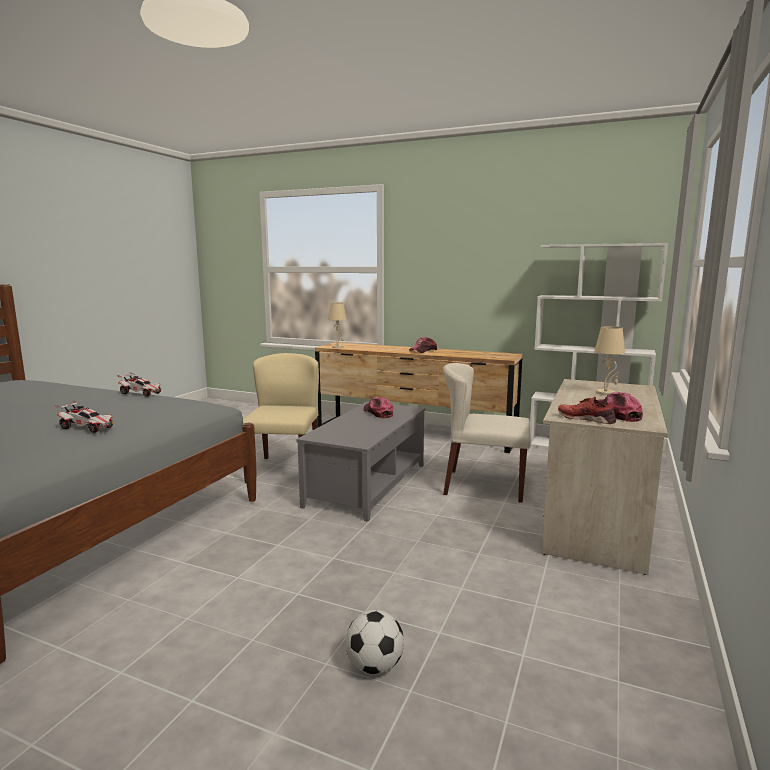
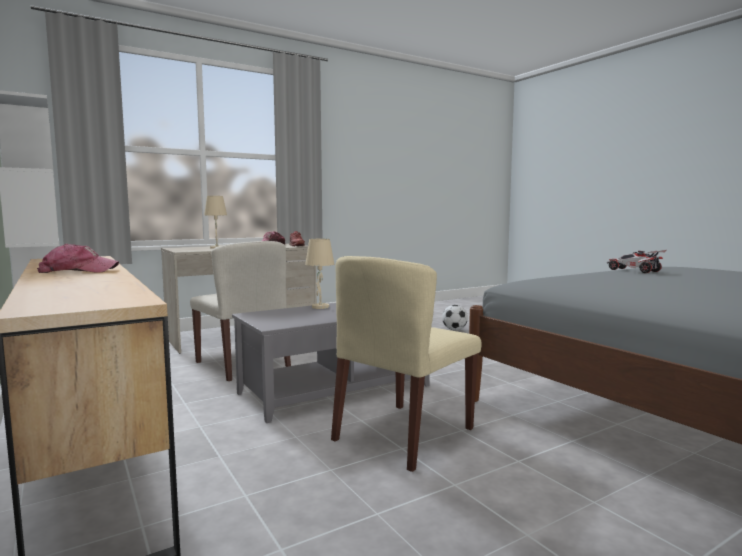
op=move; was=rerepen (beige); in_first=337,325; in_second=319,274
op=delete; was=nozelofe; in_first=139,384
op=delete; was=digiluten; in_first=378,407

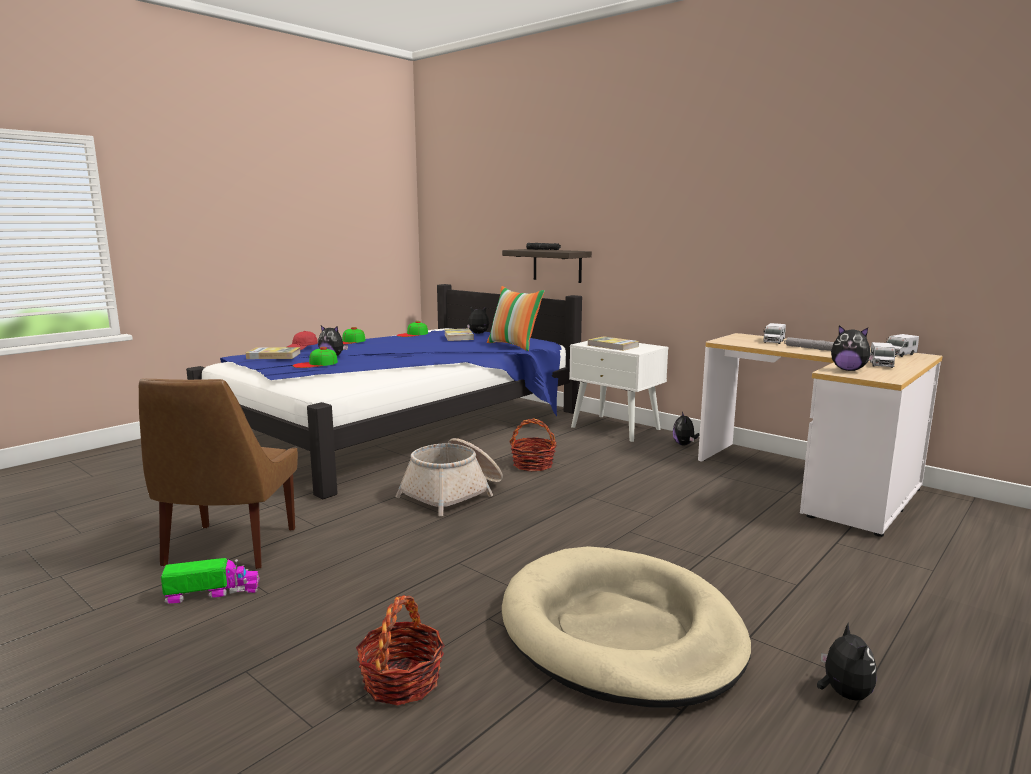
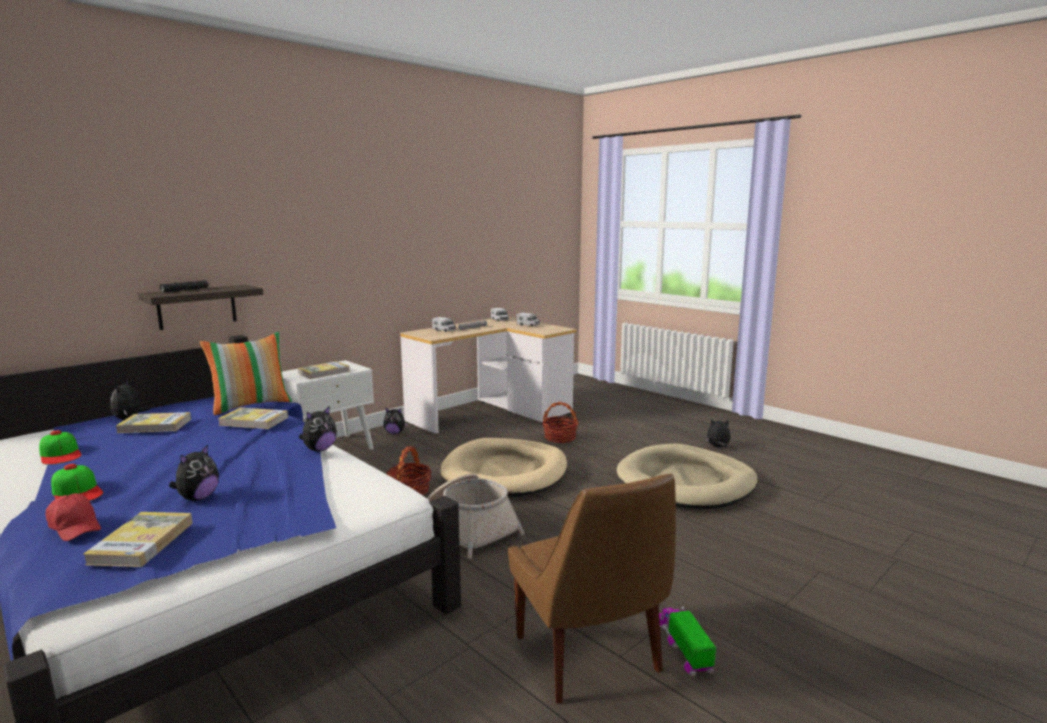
op=move; was=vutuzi; in_first=853,348; in_second=318,428
op=delete; was=digiluten; in_first=315,357
op=rotate; was=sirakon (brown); in_first=218,473; in_second=592,589; clockwise=60
op=move; was=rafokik; in_first=400,650; in_second=561,422
op=insert; now=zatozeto; in_second=253,418
op=insert; now=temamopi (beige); in_second=503,467

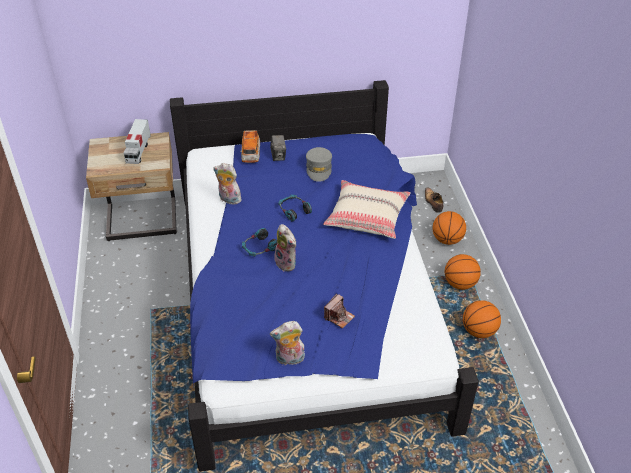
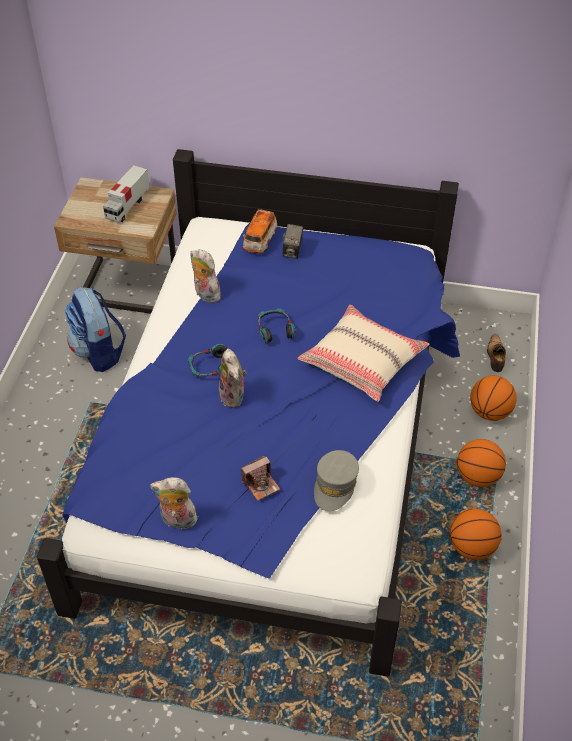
op=move; was=digiluten (grey); in_first=319,164; in_second=336,480
op=insert; now=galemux; in_second=95,329

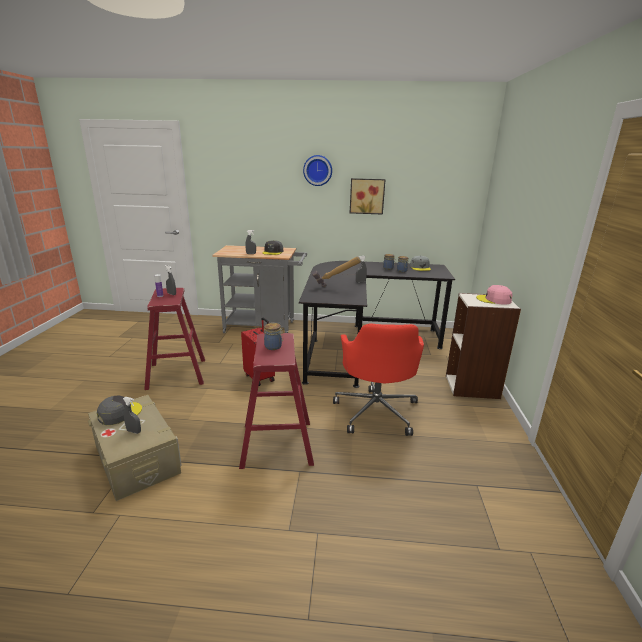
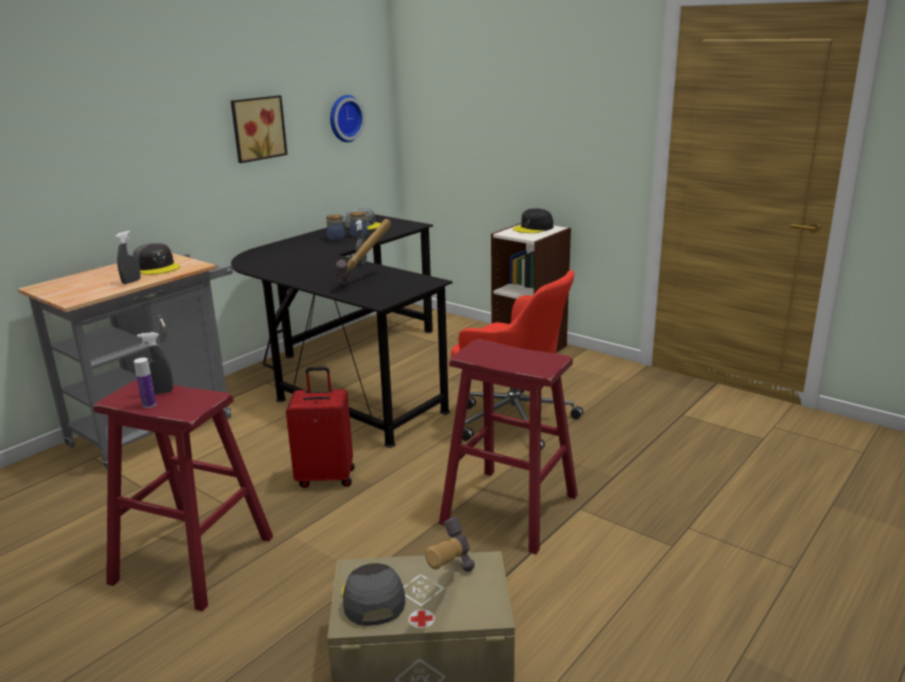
op=move; was=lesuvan; in_first=317,170; in_second=347,118
op=recolor; was=digiluten (pink); now=digiluten (black); in_first=494,295; in_second=533,220
op=delete; was=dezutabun; in_first=274,336
op=replace; was=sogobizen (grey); now=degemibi; in_first=132,415; in_second=450,544

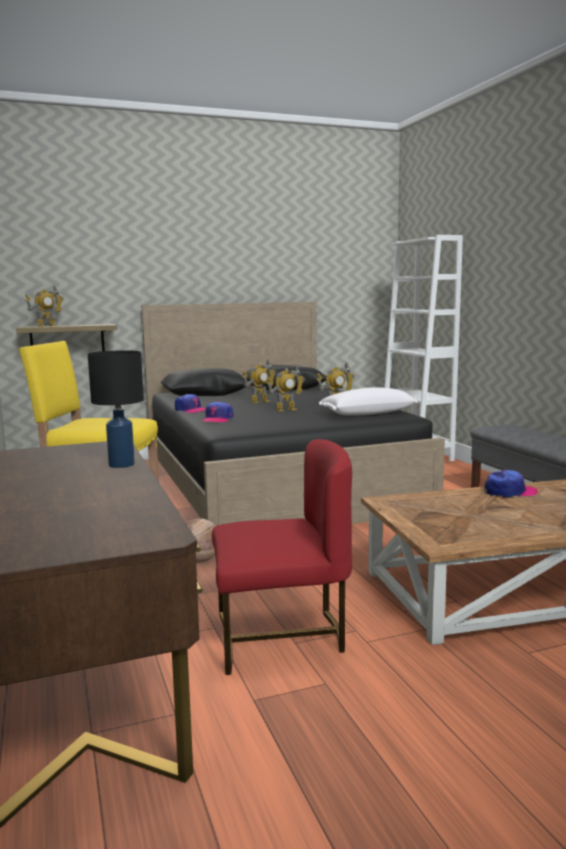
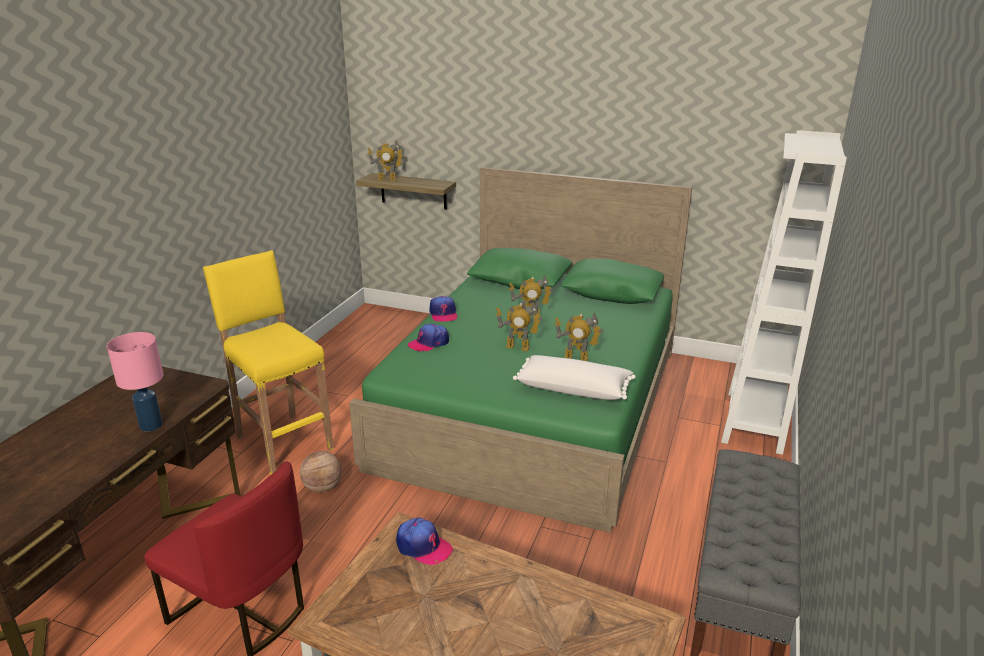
op=recolor; was=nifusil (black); now=nifusil (green); in_first=293,414; in_second=520,350
op=recolor; was=rerepen (black); now=rerepen (pink); in_first=116,409; in_second=135,382
op=move; was=digiluten; in_first=511,484; in_second=424,541

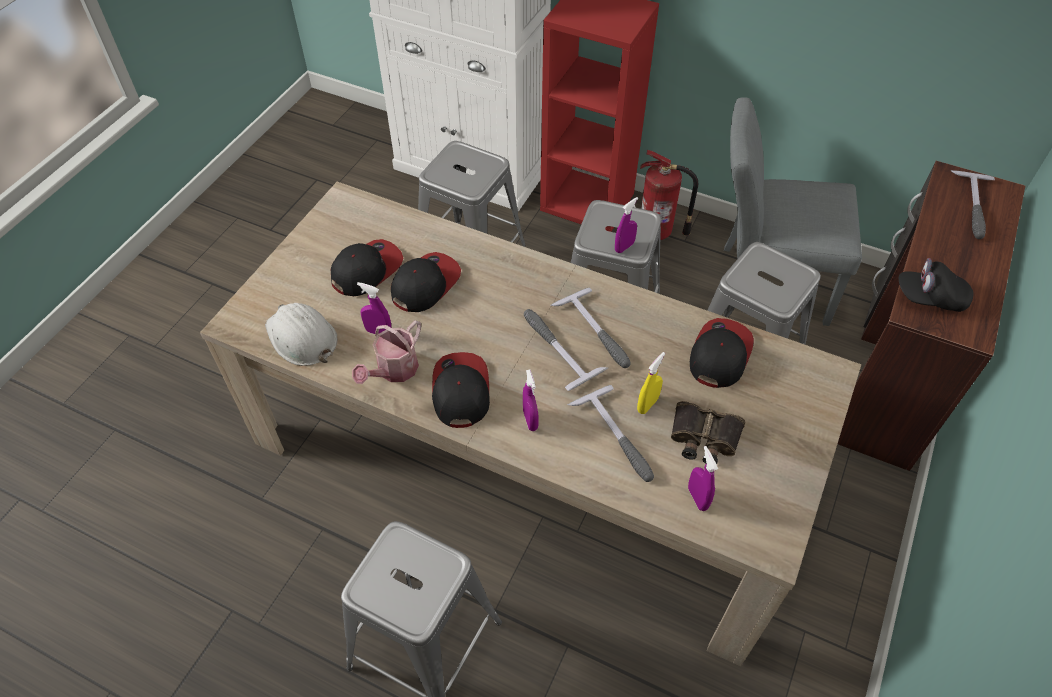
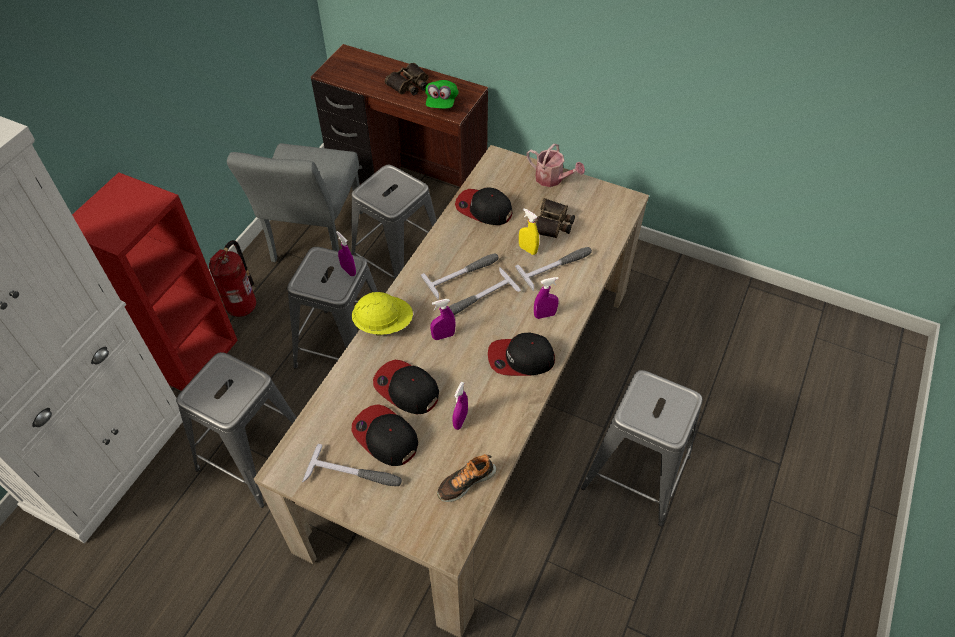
op=move; was=degemibi; in_first=972,204; in_second=352,465
op=recolor; was=digiluten (black); now=digiluten (green); in_first=936,285; in_second=441,94
op=replace; was=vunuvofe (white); now=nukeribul; in_first=301,334; in_second=466,478
op=move; was=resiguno; in_first=386,352; in_second=556,165
op=move; was=sogobizen (purple); in_first=703,478; in_second=443,319
op=insert; now=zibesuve; in_second=407,79
op=insert; now=vunuvofe (yellow); in_second=382,313

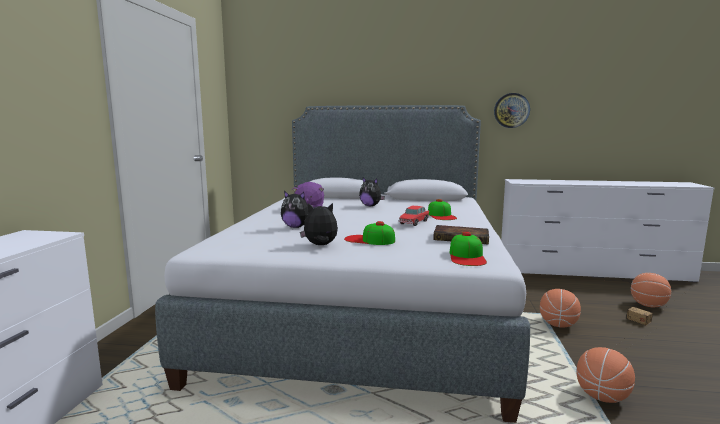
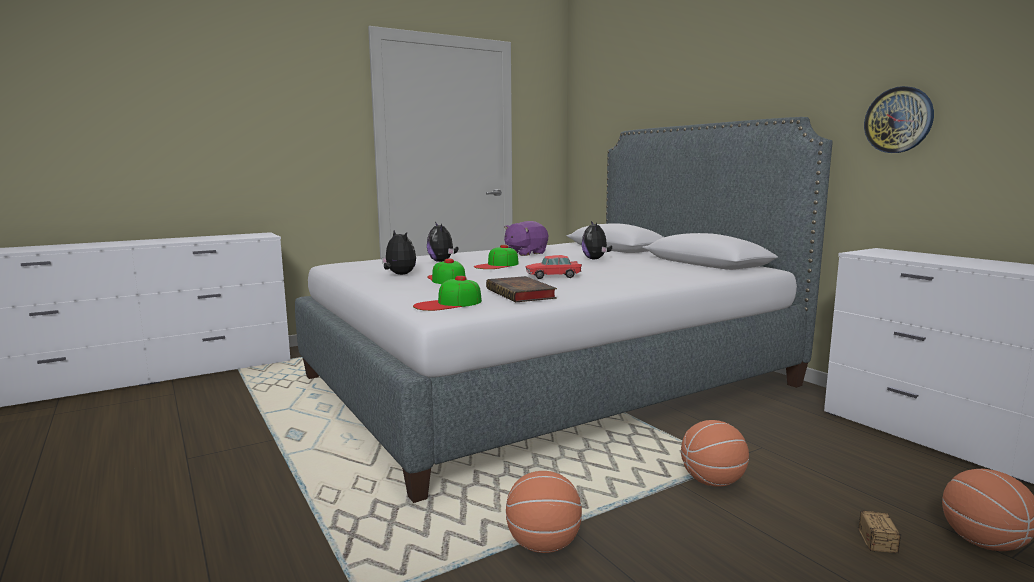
op=move; was=digiluten; in_first=442,209; in_second=496,257

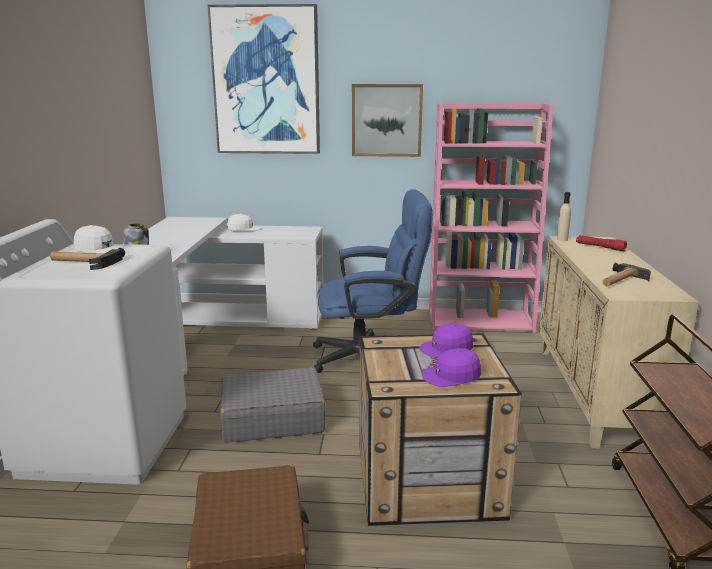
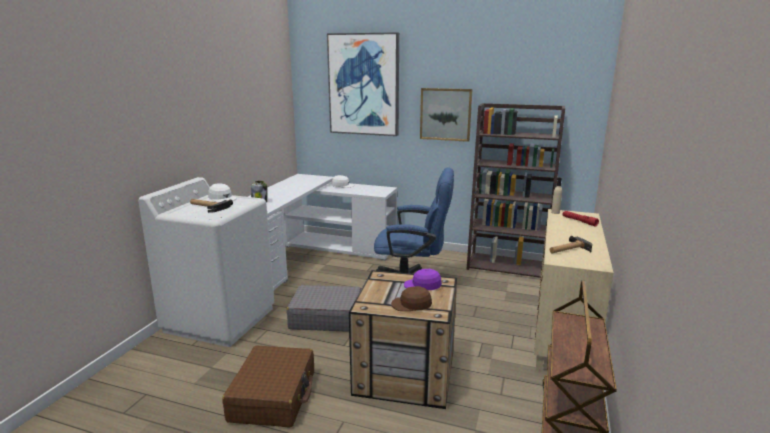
op=recolor; was=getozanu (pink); now=getozanu (brown); in_first=491,218; in_second=515,190
op=recolor; was=digiluten (purple); now=digiluten (brown); in_first=451,367; in_second=411,298

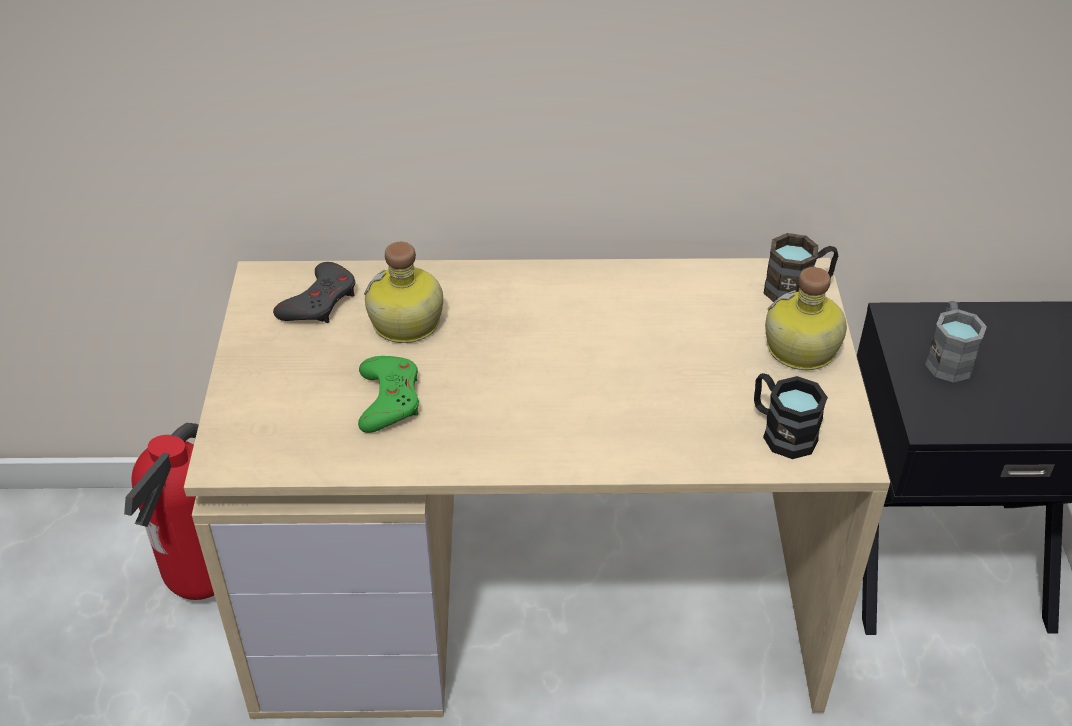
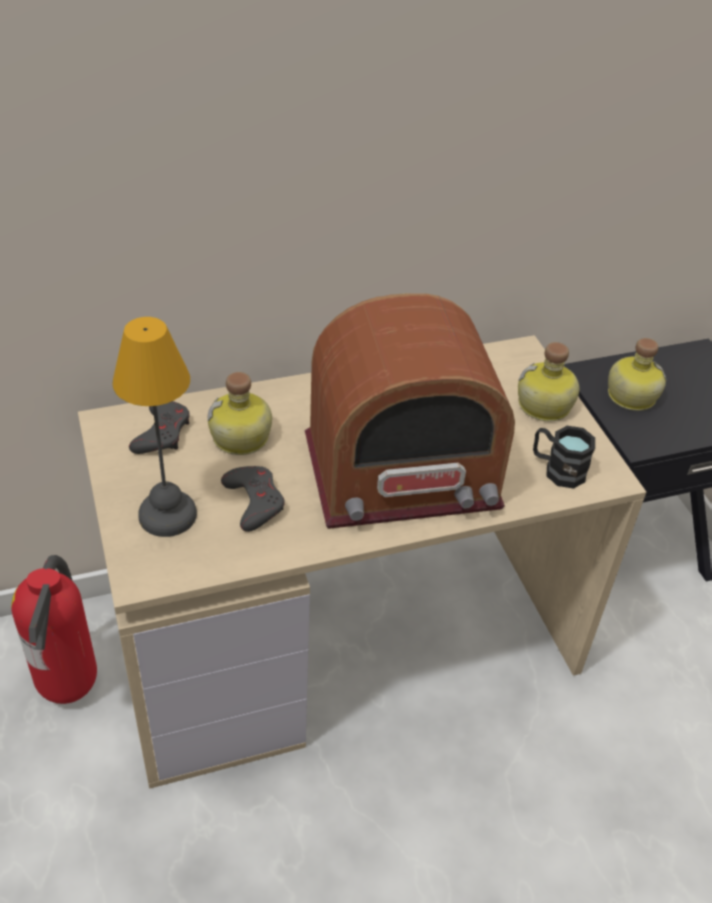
op=delete; was=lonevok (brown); in_first=801,267
op=replace; was=lonevok (grey); now=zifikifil; in_first=956,342; in_second=637,374
op=recolor; was=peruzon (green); now=peruzon (grey); in_first=388,394; in_second=253,499
op=insert; now=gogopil; in_second=410,411
op=insert; now=rerepen; in_second=154,427

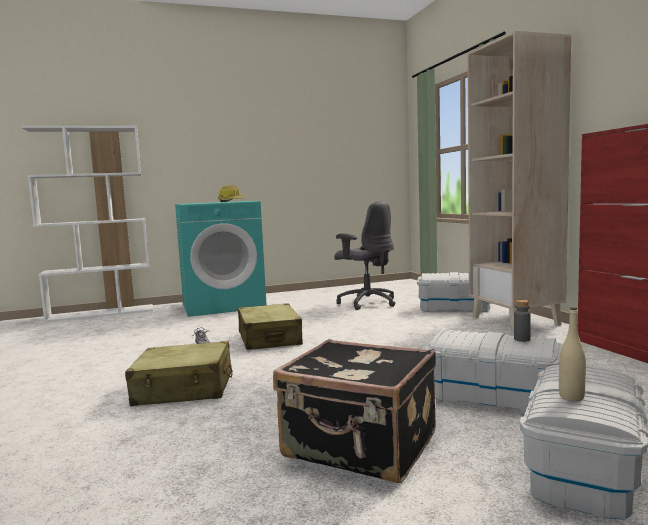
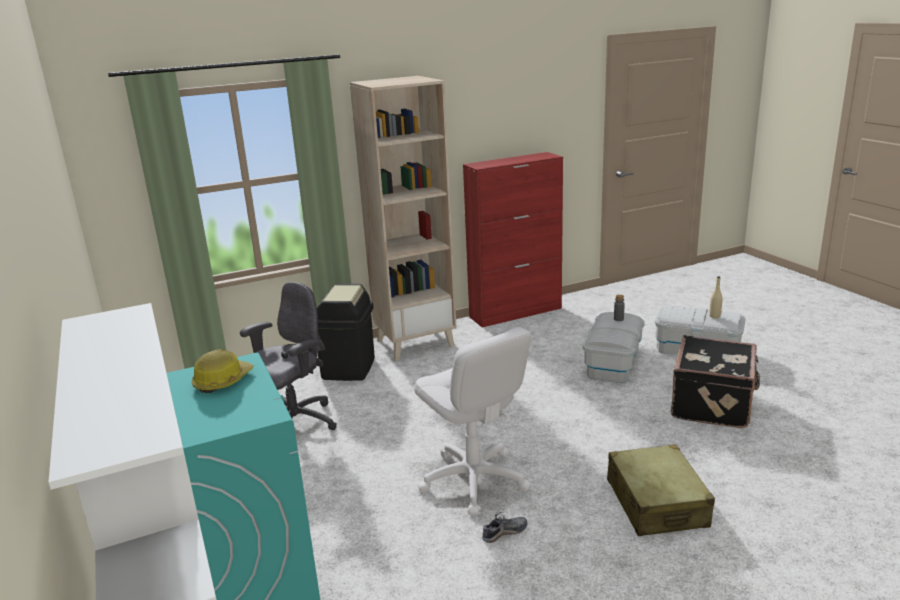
op=replace; was=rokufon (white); now=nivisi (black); in_first=453,292; in_second=346,332
op=replace; was=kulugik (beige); now=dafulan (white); in_first=270,326; in_second=473,421

